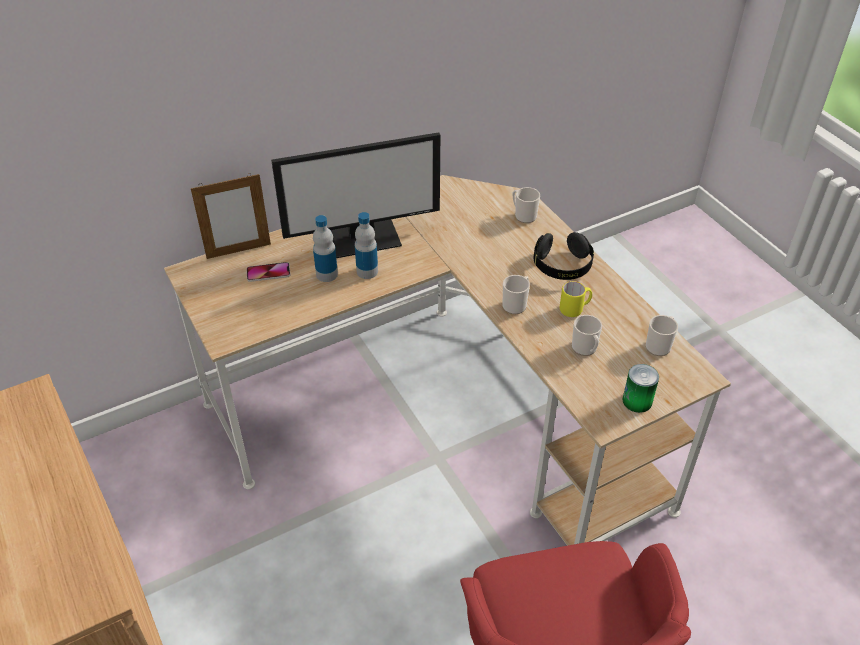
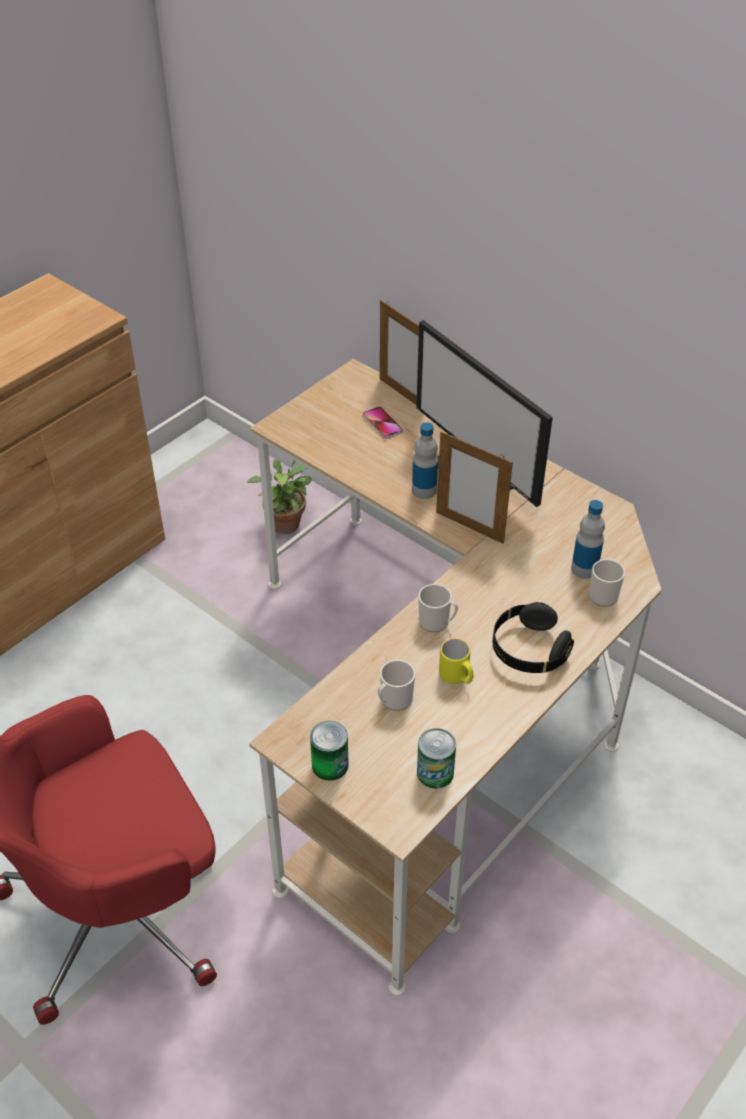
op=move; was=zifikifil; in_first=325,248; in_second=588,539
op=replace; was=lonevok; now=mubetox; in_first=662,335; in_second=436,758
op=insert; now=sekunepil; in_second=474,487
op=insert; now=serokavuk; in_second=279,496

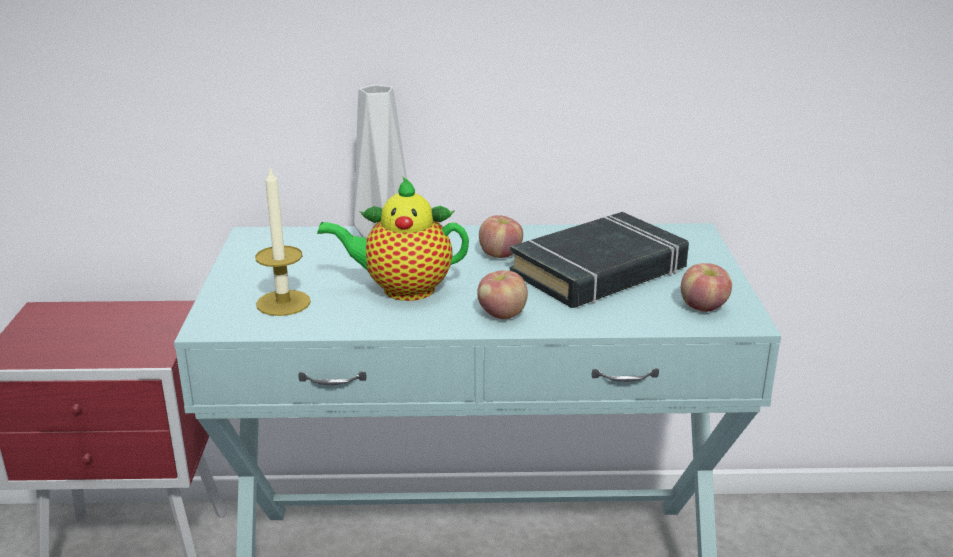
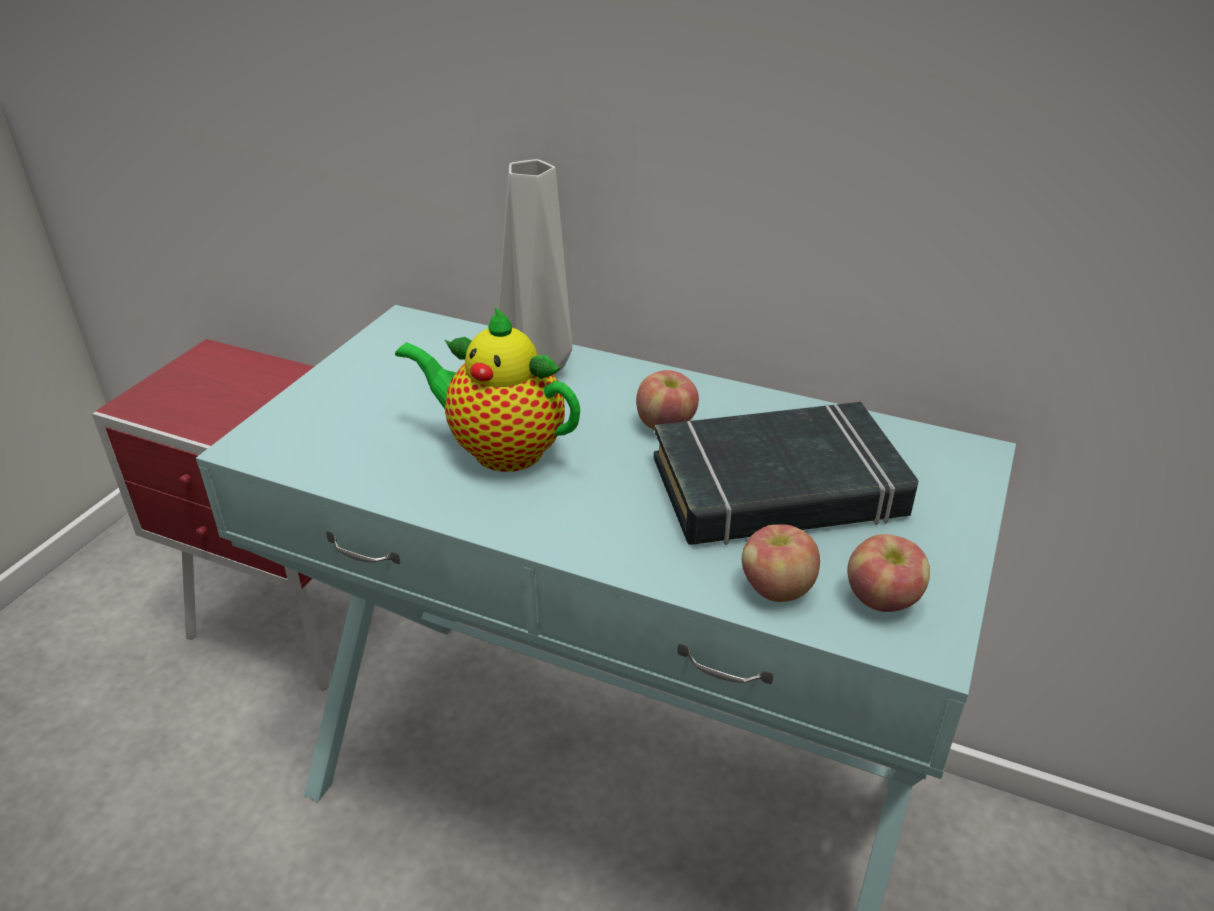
op=delete; was=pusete; in_first=283,241
op=move; was=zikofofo; in_first=502,294; in_second=781,563

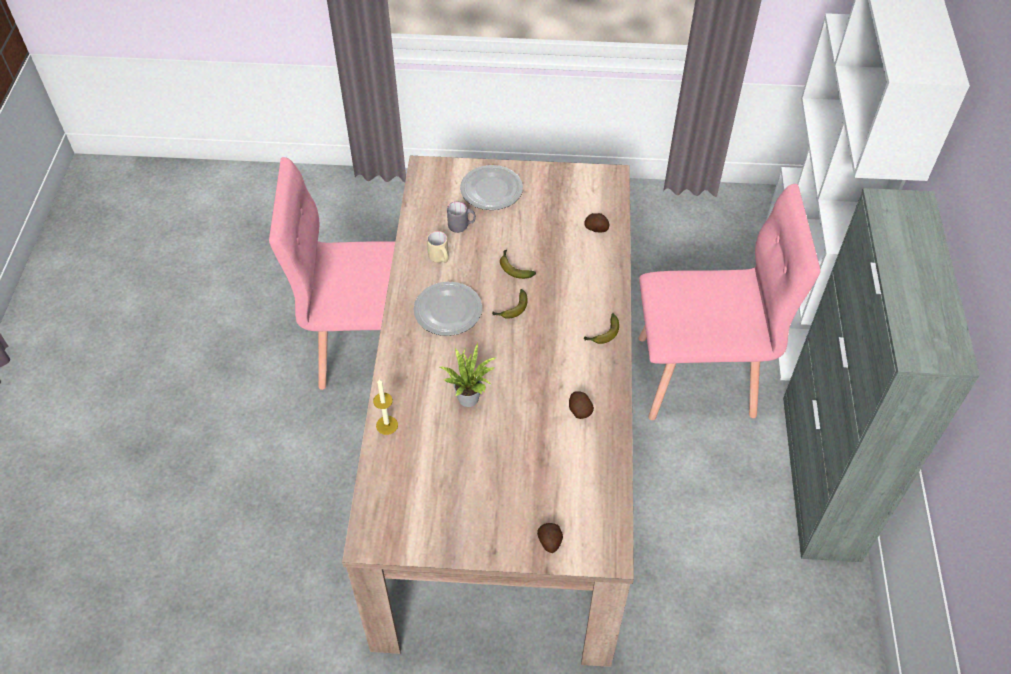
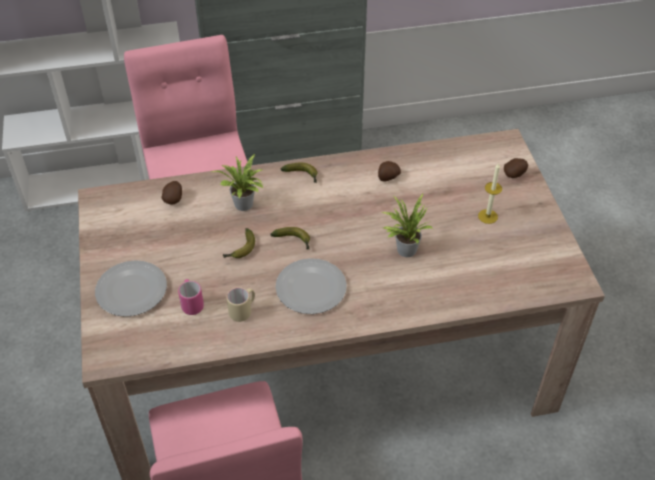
op=recolor; was=lonevok (grey); now=lonevok (pink); in_first=461,217; in_second=191,297
op=move; was=pusete; in_first=385,407; in_second=490,193
op=insert; now=serokavuk; in_second=236,182

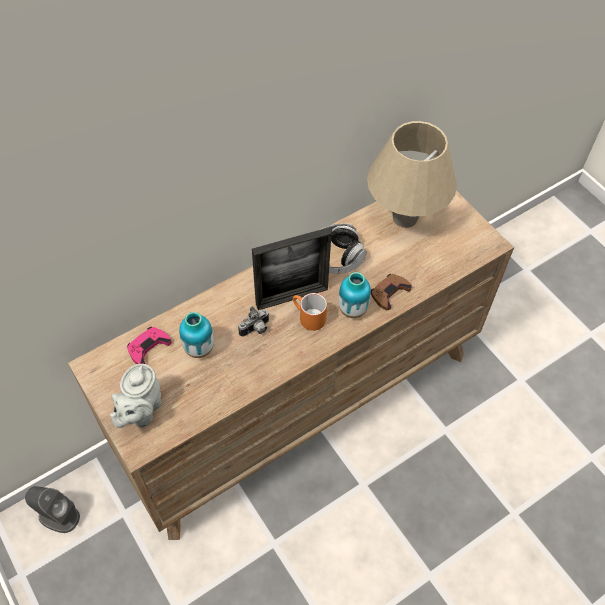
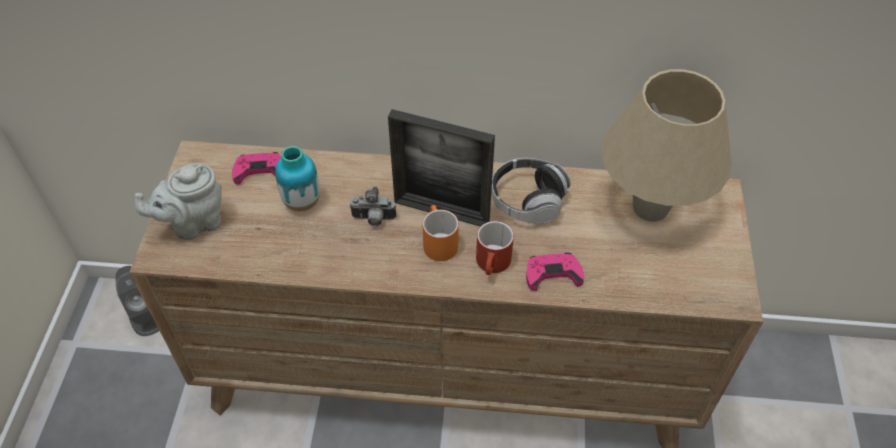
op=replace; was=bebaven; now=lonevok (red); in_first=355,295; in_second=495,248
op=recolor; was=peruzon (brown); now=peruzon (pink); in_first=391,292; in_second=555,271

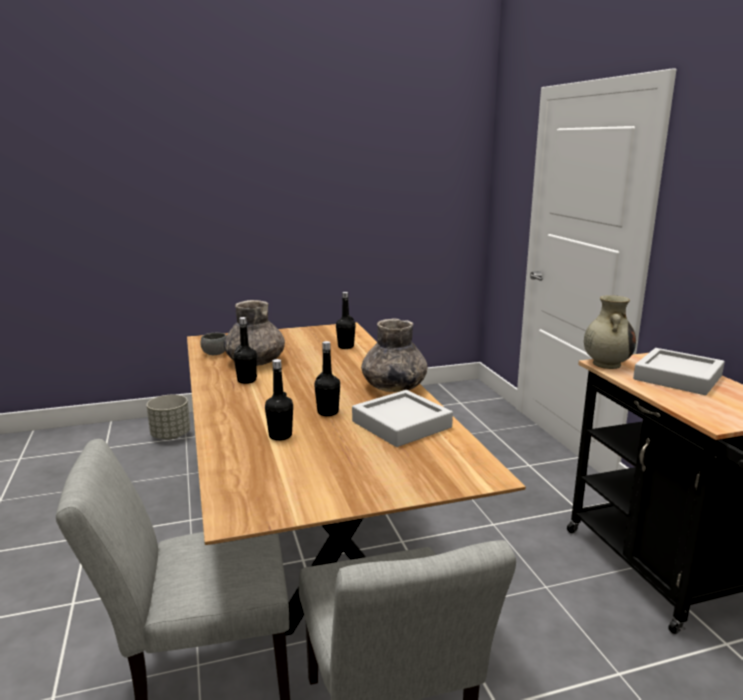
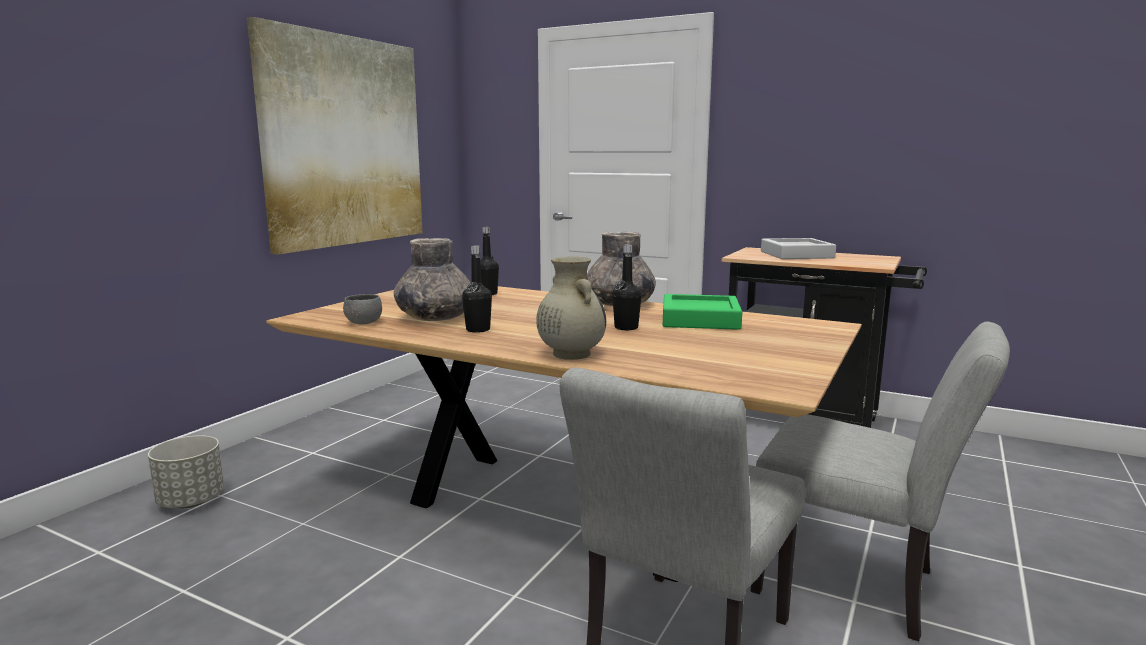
op=move; was=bebaven (beige); in_first=610,332; in_second=571,308
op=delete; was=zifikifil (black); in_first=279,400
op=recolor; was=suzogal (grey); now=suzogal (green); in_first=402,418; in_second=702,312
op=insert; now=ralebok; in_second=335,136

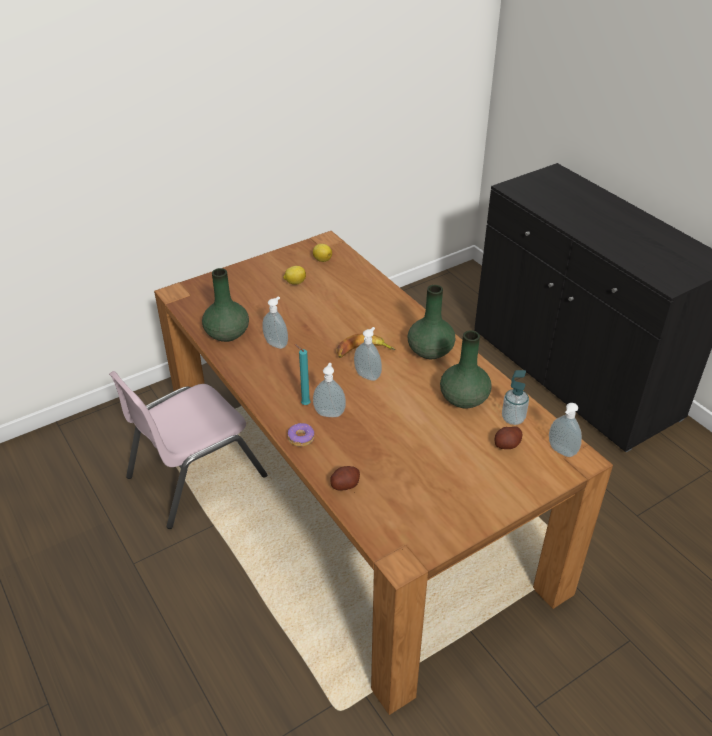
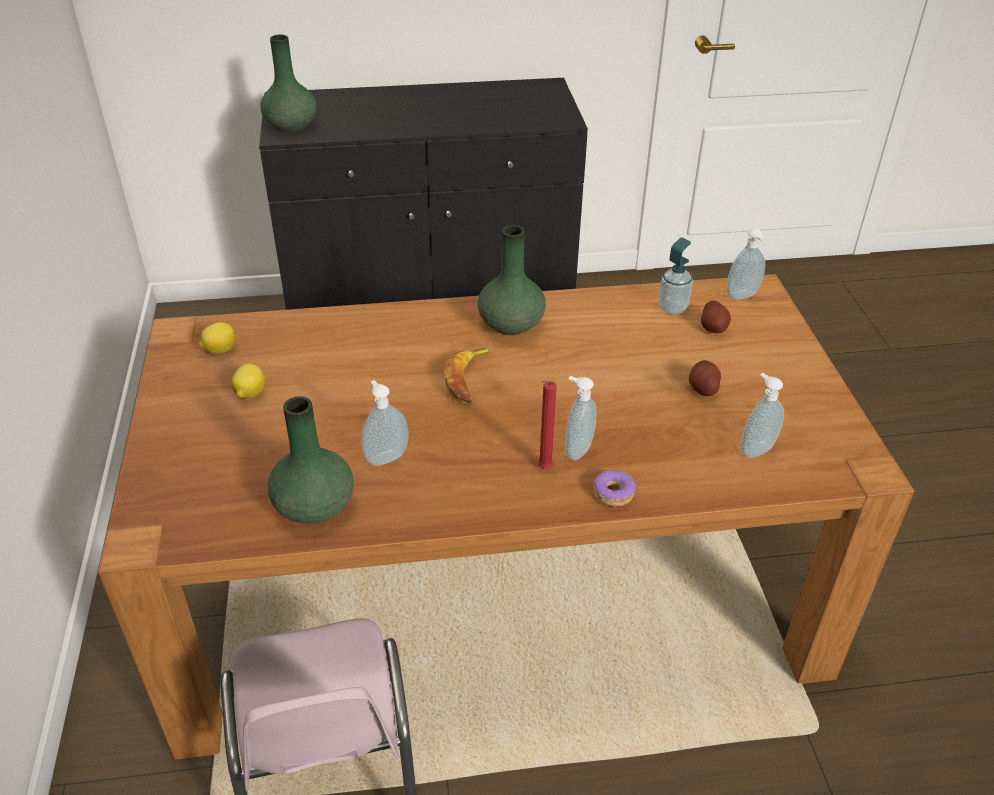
op=move; was=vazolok; in_first=368,354; in_second=762,415
op=move; was=bebaven (green); in_first=466,369; in_second=288,83
op=recolor; was=pusete (turquoise); now=pusete (red); in_first=302,374; in_second=547,425
op=move; was=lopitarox; in_first=345,478; in_second=705,378

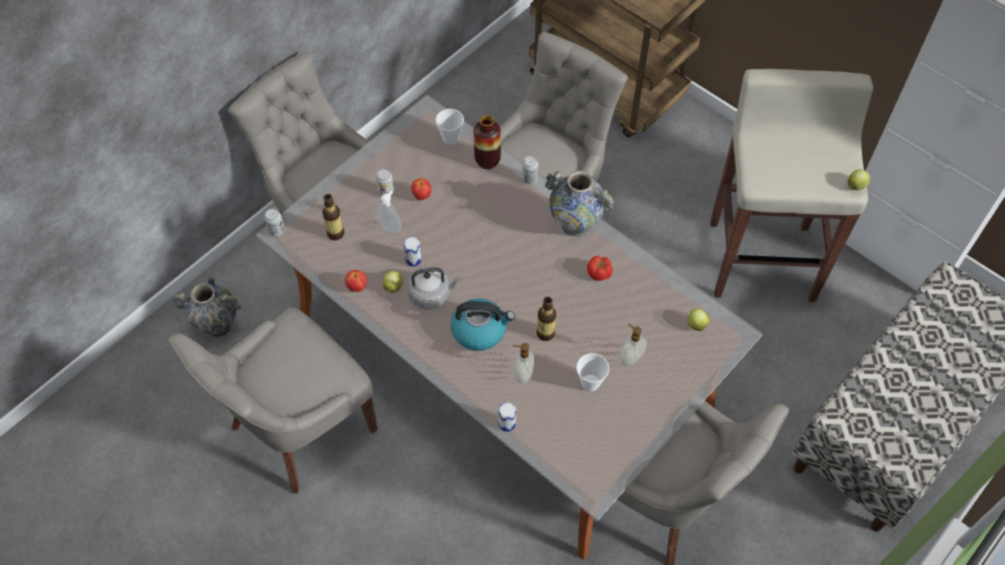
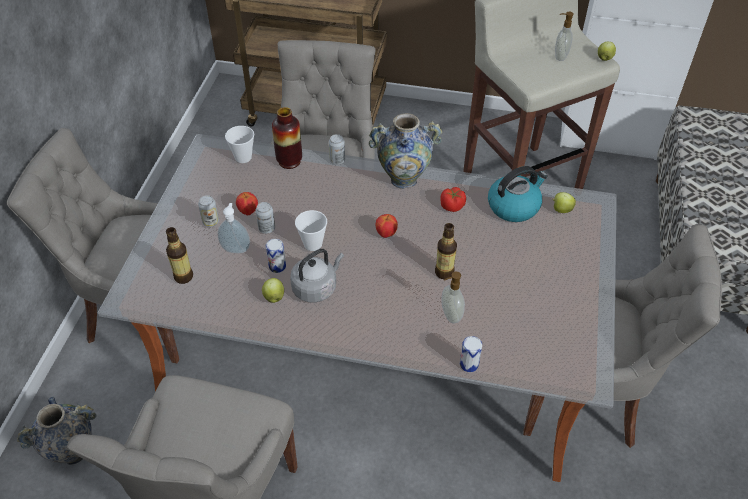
op=move; was=mubetox; in_first=274,223; in_second=265,218
op=move; was=zikofofo; in_first=356,281; in_second=387,226
op=move; was=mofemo; in_first=483,324; in_second=518,194
op=move; was=vazolok; in_first=633,345; in_second=564,36
op=move; was=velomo; in_first=592,372; in_second=311,230

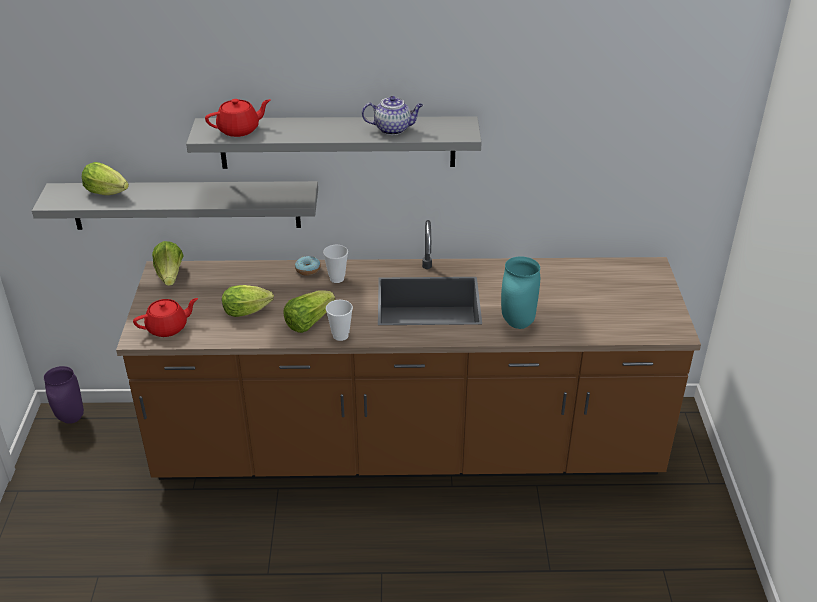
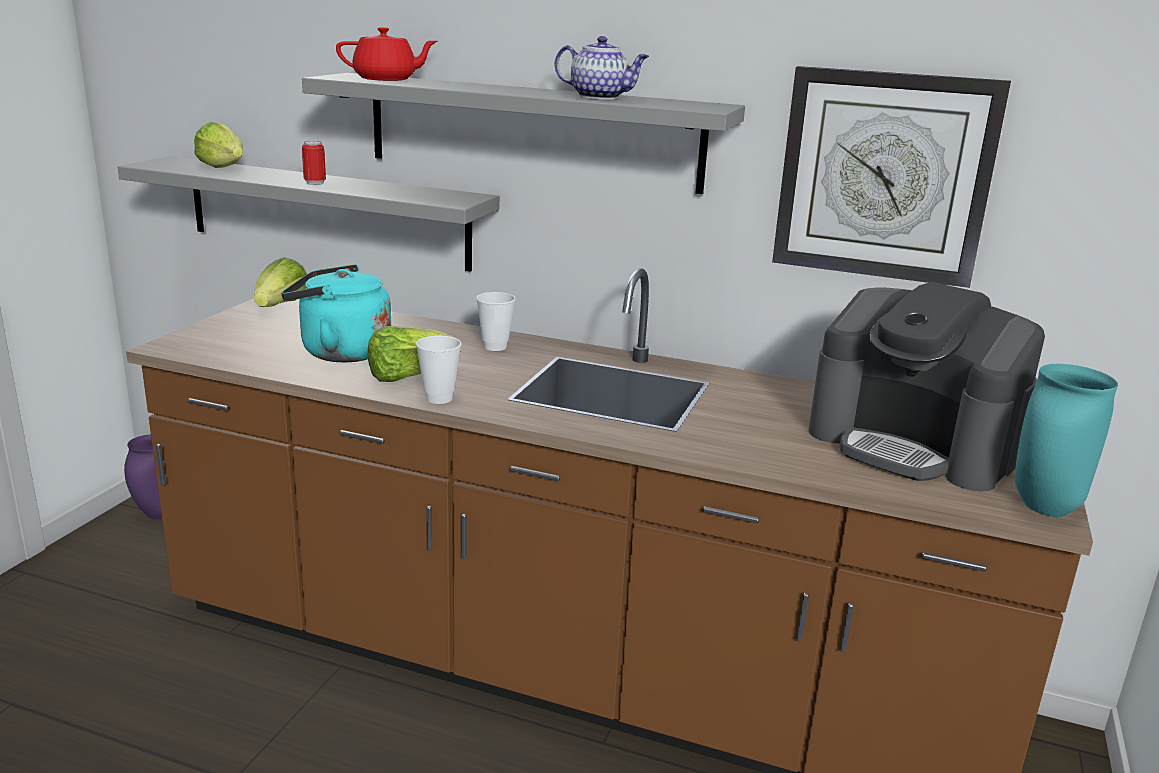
op=delete; was=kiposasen; in_first=308,266
op=move; was=bebaven (turquoise); in_first=520,293; in_second=1066,440
op=replace; was=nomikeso; now=mofemo (turquoise); in_first=248,301; in_second=336,313
op=delete; was=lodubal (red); in_first=165,317
op=insert; now=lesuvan; in_second=891,177
op=insert; now=mubetox; in_second=314,163
op=insert; now=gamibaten; in_second=927,387

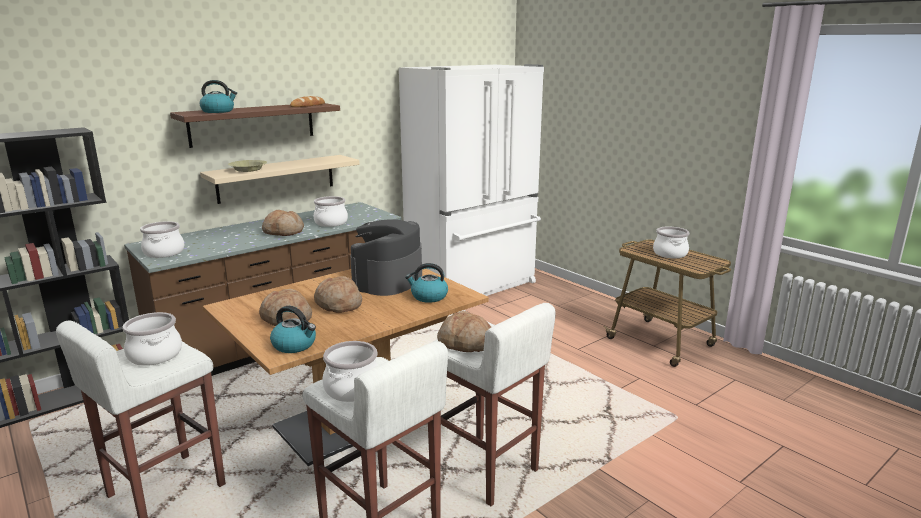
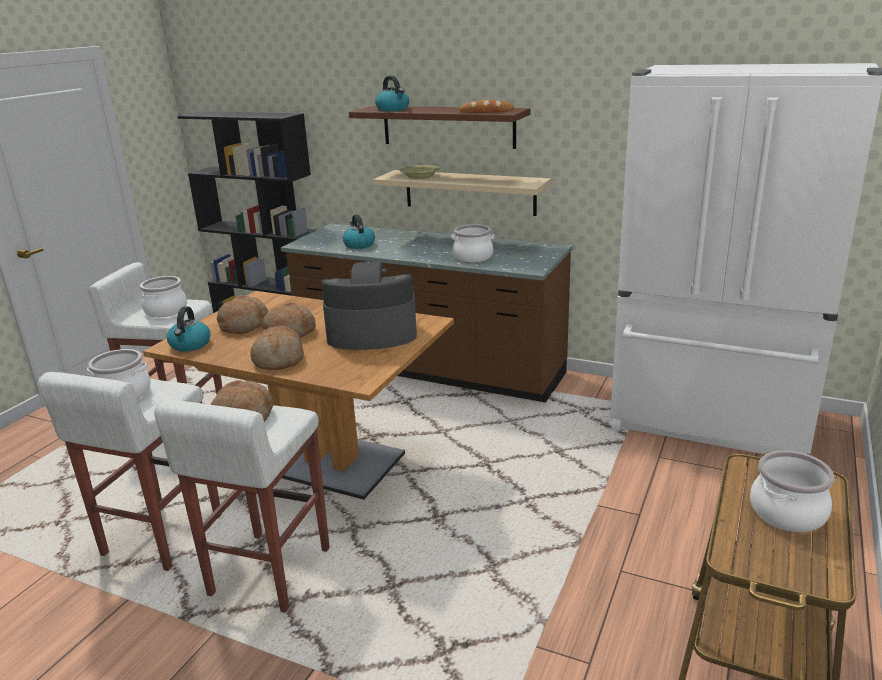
op=move; was=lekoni; in_first=283,223; in_second=277,348
op=delete; was=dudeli; in_first=162,239
op=move; was=mofemo; in_first=426,283; in_second=359,231

